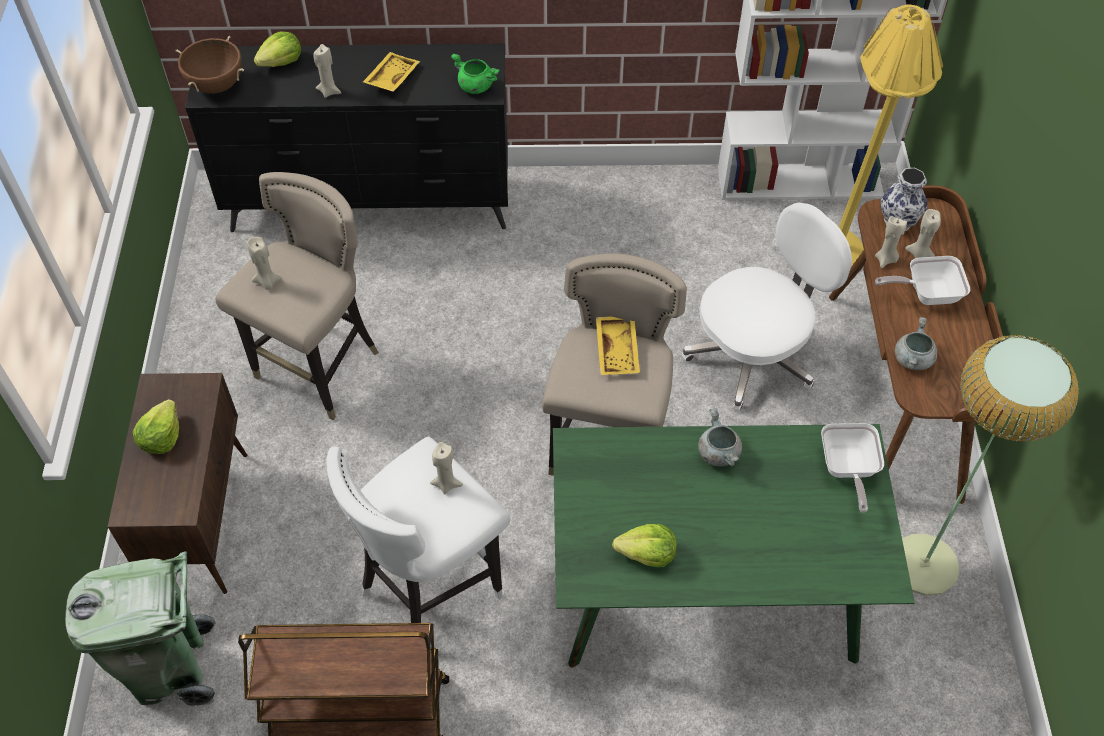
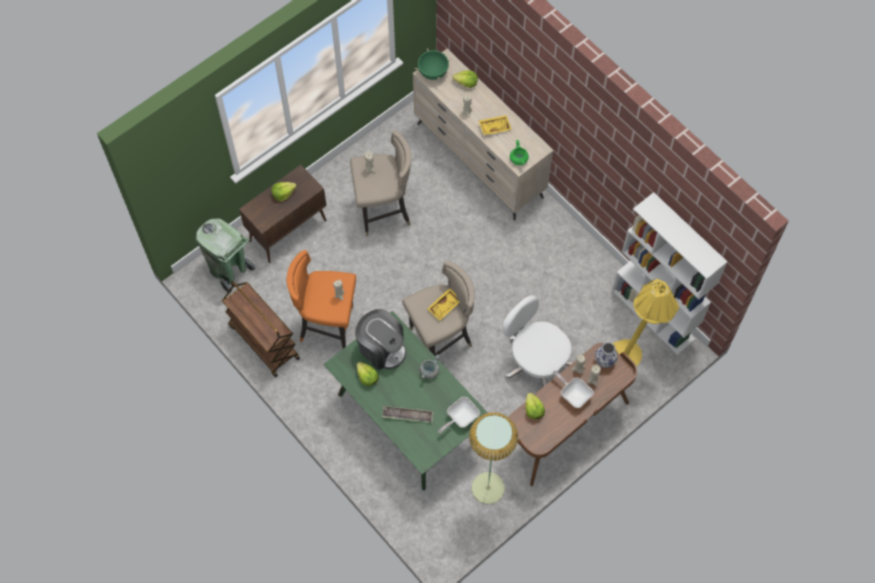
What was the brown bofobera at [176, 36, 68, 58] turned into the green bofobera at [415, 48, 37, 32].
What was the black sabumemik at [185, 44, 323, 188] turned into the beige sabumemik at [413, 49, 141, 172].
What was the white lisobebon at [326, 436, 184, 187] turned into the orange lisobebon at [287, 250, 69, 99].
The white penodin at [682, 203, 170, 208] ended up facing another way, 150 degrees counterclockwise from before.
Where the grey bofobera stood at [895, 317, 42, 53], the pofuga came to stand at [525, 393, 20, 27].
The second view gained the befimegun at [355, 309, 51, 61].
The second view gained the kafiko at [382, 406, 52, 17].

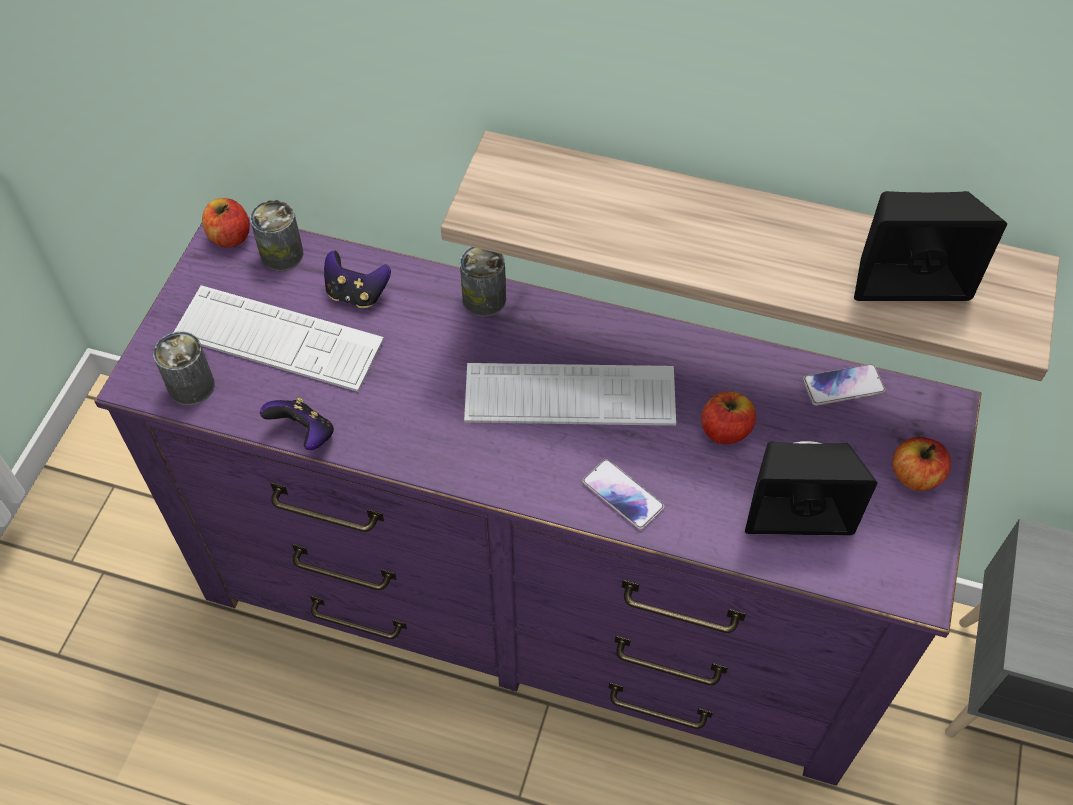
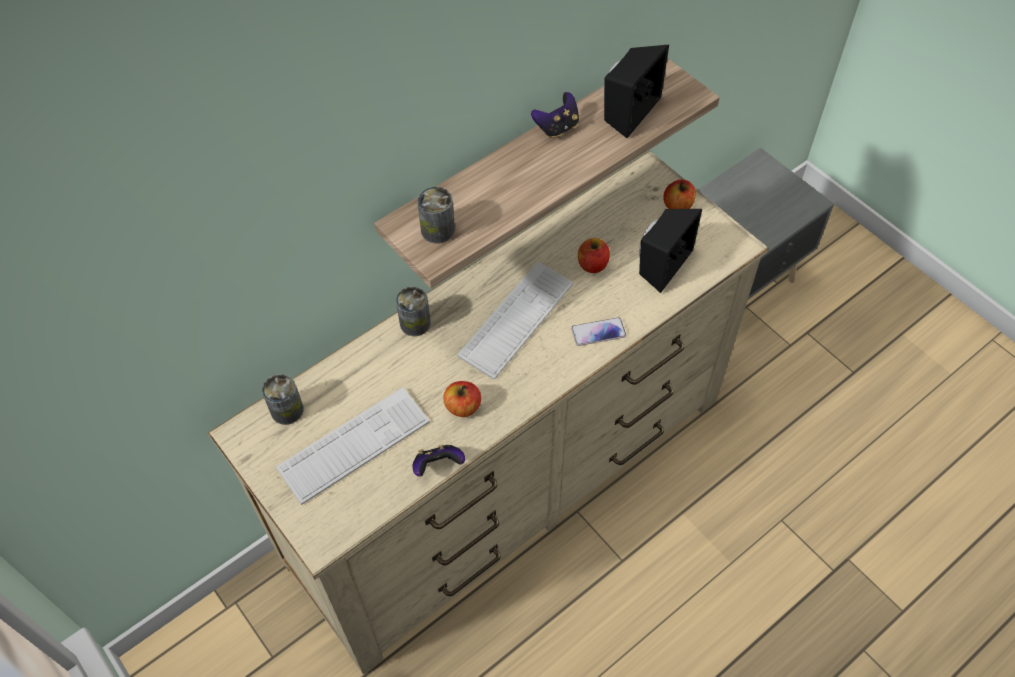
What was the purple sabumemik at [94, 217, 887, 569] turned into the beige sabumemik at [208, 151, 561, 524].
The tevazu ended up elsewhere, having gone from [153, 331, 62, 75] to [417, 187, 38, 57].
The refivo ended up elsewhere, having gone from [202, 198, 48, 50] to [443, 381, 38, 36].
The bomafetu ended up elsewhere, having gone from [324, 250, 67, 58] to [531, 92, 48, 46].
The second view lost the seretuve at [803, 364, 82, 42].

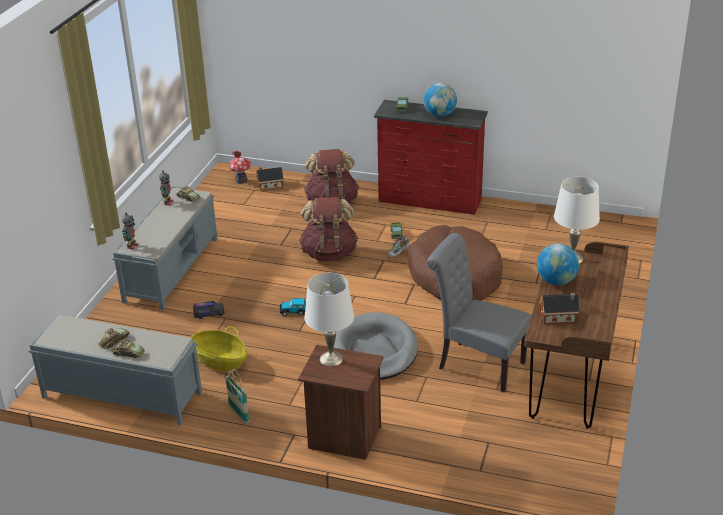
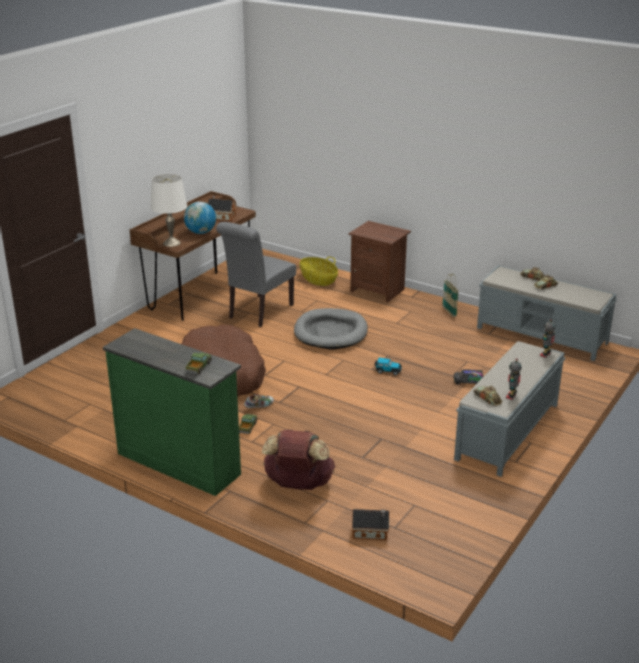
The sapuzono ended up elsewhere, having gone from [191, 327, 56, 44] to [299, 257, 39, 29].
The second view lost the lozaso at [229, 150, 22, 34].
The second view lost the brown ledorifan at [299, 197, 59, 64].
The second view lost the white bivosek at [304, 273, 50, 93].
What was the red sabumemik at [374, 100, 114, 115] turned into the green sabumemik at [103, 328, 138, 168].
The second view lost the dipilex at [423, 83, 34, 34].
The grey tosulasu at [427, 233, 104, 160] ended up facing another way, 75 degrees clockwise from before.

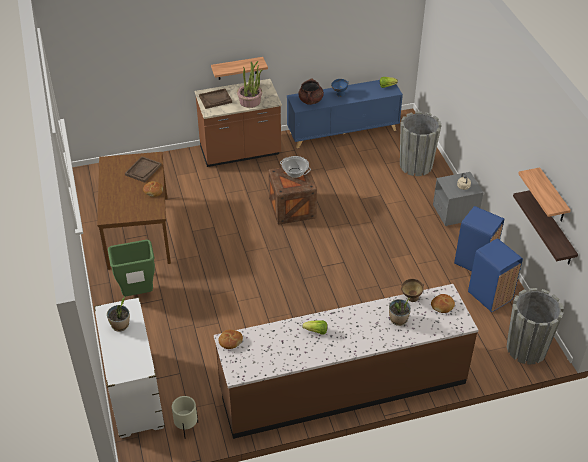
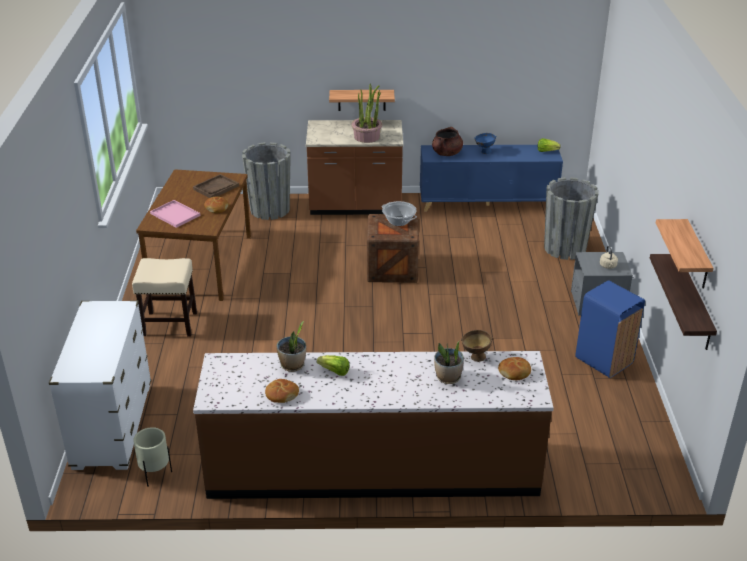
The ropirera ended up elsewhere, having gone from [107, 296, 23, 36] to [277, 321, 29, 51].
Where the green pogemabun stood at [108, 240, 47, 56], the beige lisobebon came to stand at [132, 258, 65, 79].
The second view lost the brown kafiko at [199, 88, 33, 21].
The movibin ended up elsewhere, having gone from [219, 330, 24, 19] to [265, 379, 34, 24].
The second view lost the blue pogemabun at [468, 238, 55, 74].
The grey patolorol ended up elsewhere, having gone from [507, 288, 57, 76] to [242, 142, 49, 78].
The second view gained the pink kafiko at [150, 200, 50, 28].

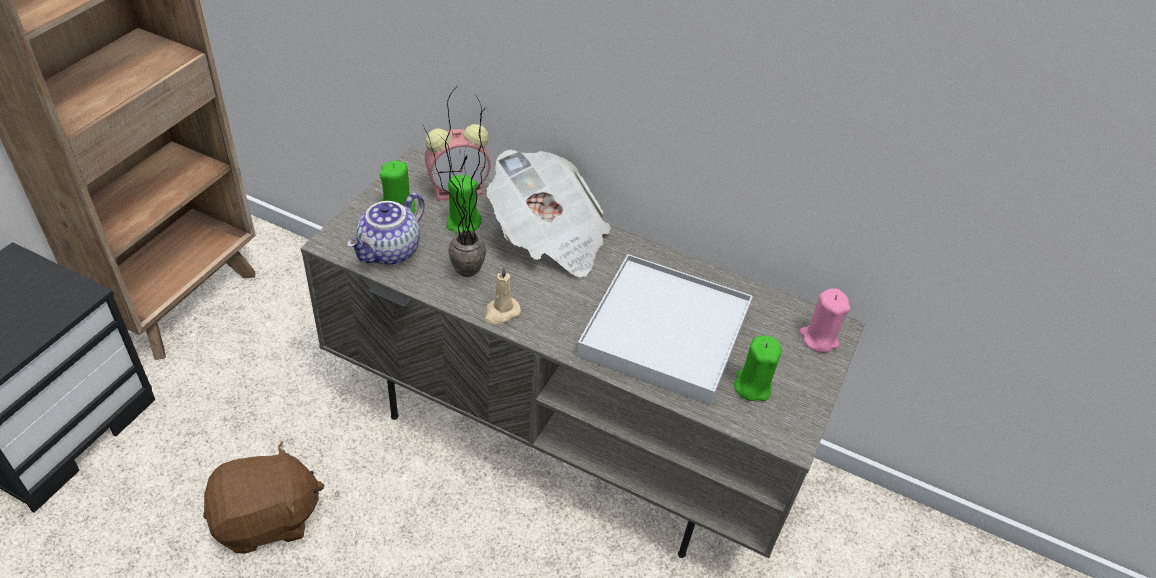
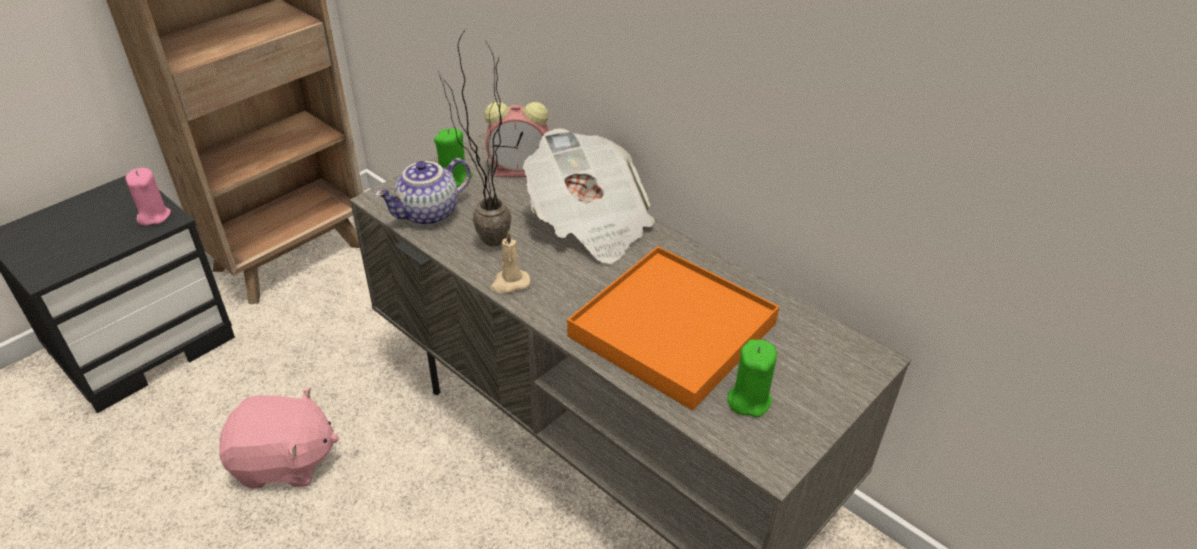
What was the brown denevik at [203, 442, 122, 112] turned into the pink denevik at [219, 387, 120, 102].
The second view lost the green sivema at [446, 175, 36, 59].
What was the white kafiko at [577, 254, 176, 152] turned into the orange kafiko at [567, 246, 212, 165].
The pink sivema ended up elsewhere, having gone from [799, 288, 51, 65] to [125, 168, 46, 58].

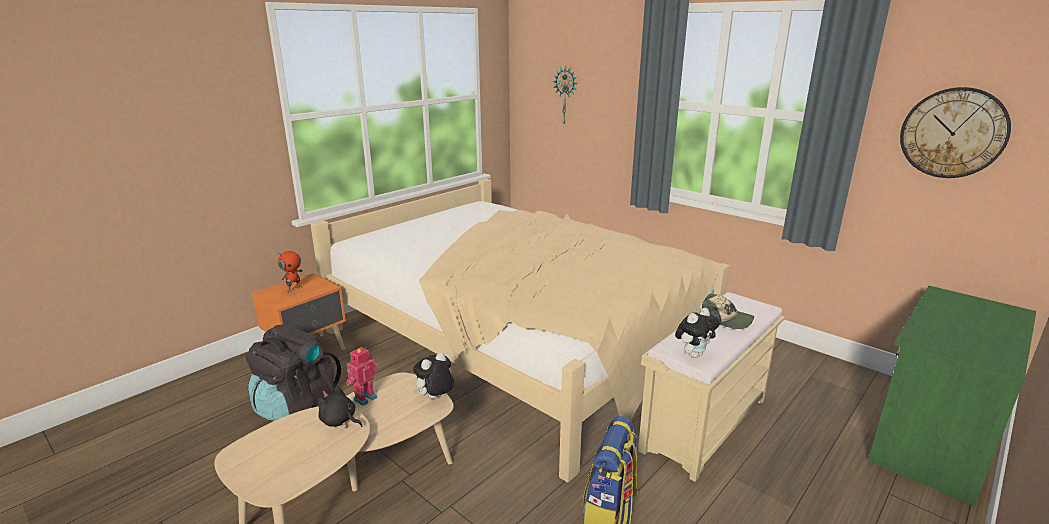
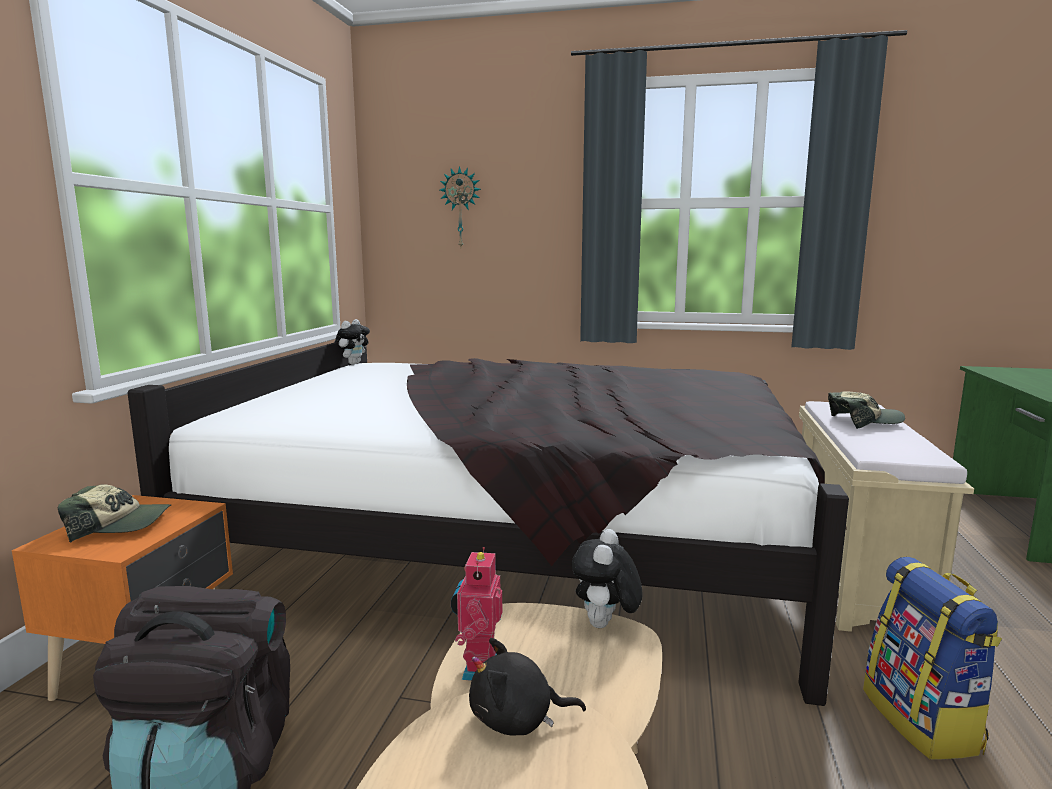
Where the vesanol stood at [276, 251, 27, 42], the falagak came to stand at [58, 484, 113, 59].
What was the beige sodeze at [310, 179, 420, 304] turned into the black sodeze at [127, 342, 722, 364].
The denevik ended up elsewhere, having gone from [675, 308, 45, 50] to [335, 319, 35, 45].
The second view lost the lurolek at [900, 87, 111, 91].

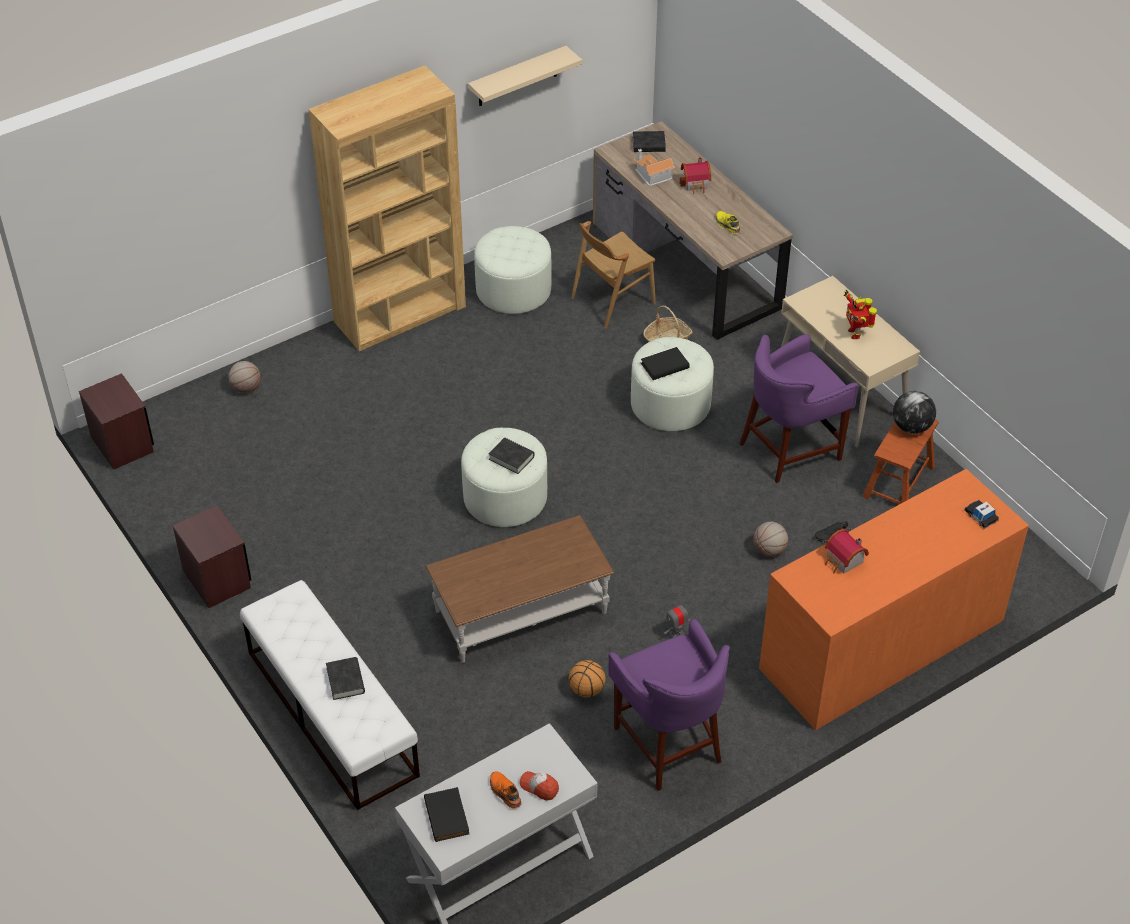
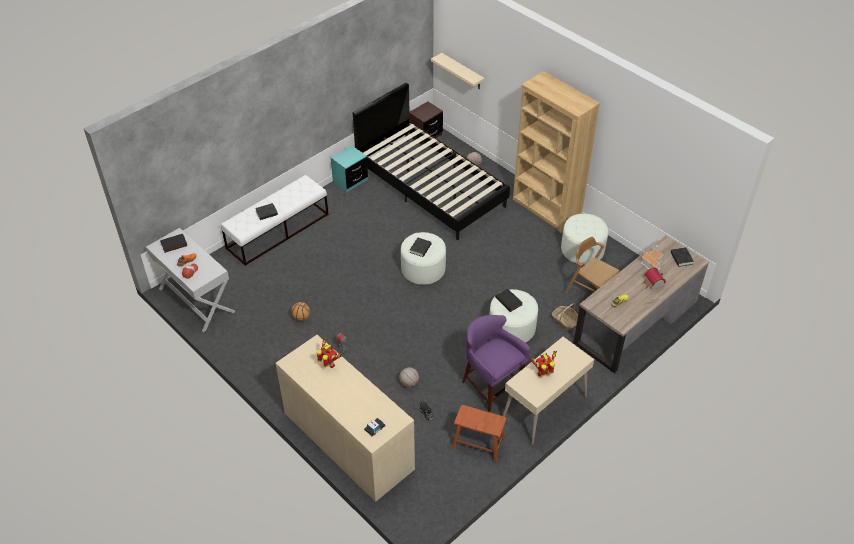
What was the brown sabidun at [173, 505, 78, 103] turned into the turquoise sabidun at [331, 145, 37, 47].
The second view lost the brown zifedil at [426, 515, 189, 148].
The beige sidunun ended up elsewhere, having gone from [468, 46, 114, 60] to [431, 53, 54, 36].
The second view lost the purple lisobebon at [608, 619, 122, 172].
What was the orange sabumemik at [759, 469, 270, 261] turned into the beige sabumemik at [276, 335, 139, 167].
Where the lozaso stood at [825, 529, 44, 45], the vesanol came to stand at [316, 337, 26, 31].
The second view lost the dipilex at [893, 391, 43, 43].
The second view gained the black sodeze at [353, 83, 157, 157].

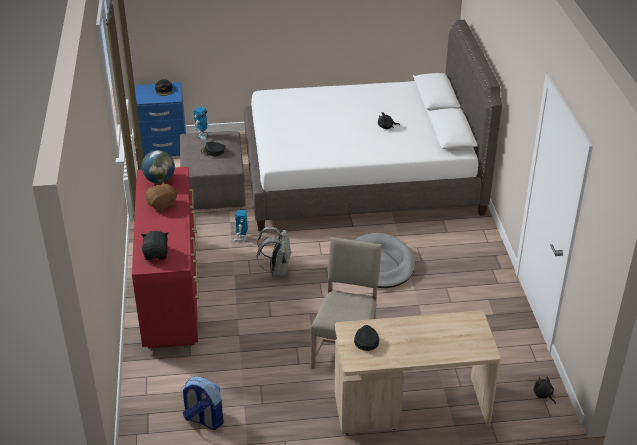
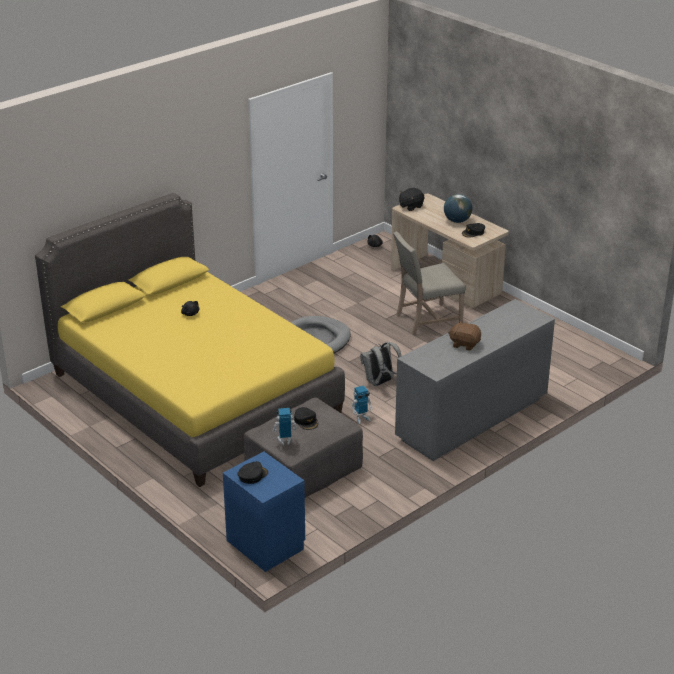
What was the red sabumemik at [132, 167, 67, 182] turned into the grey sabumemik at [395, 299, 160, 162].
The dipilex ended up elsewhere, having gone from [141, 150, 34, 33] to [444, 194, 28, 29].
The black denevik ended up elsewhere, having gone from [141, 231, 28, 29] to [399, 188, 25, 23].
The second view lost the ledorifan at [182, 376, 42, 54].
What was the white sodeze at [244, 20, 258, 211] turned into the yellow sodeze at [35, 193, 310, 294].

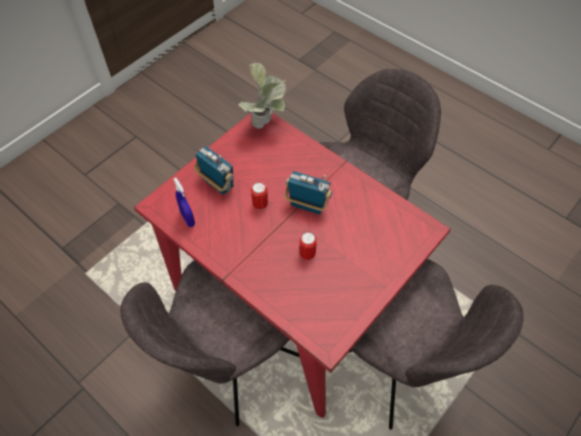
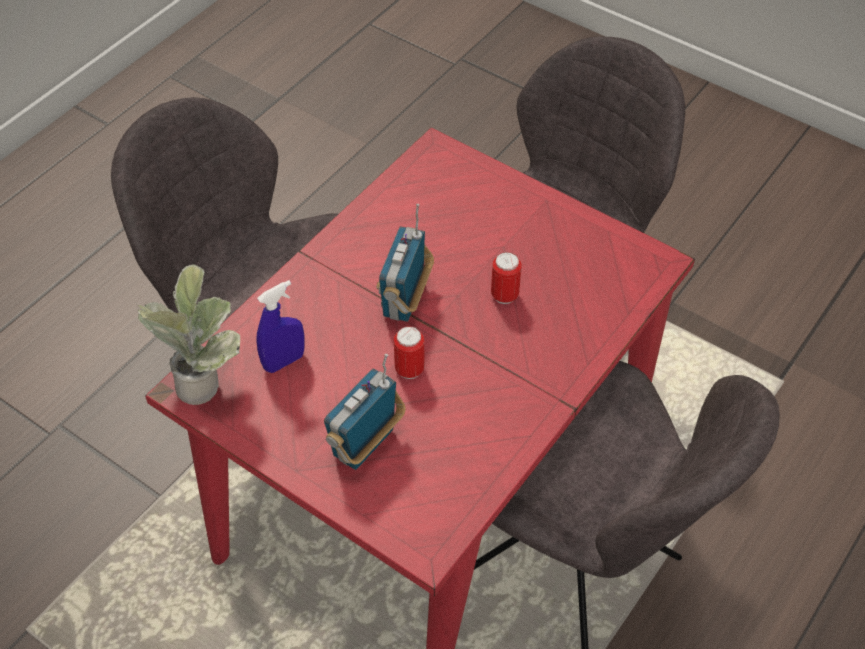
The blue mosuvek ended up elsewhere, having gone from [174, 178, 21, 49] to [256, 280, 48, 93].

